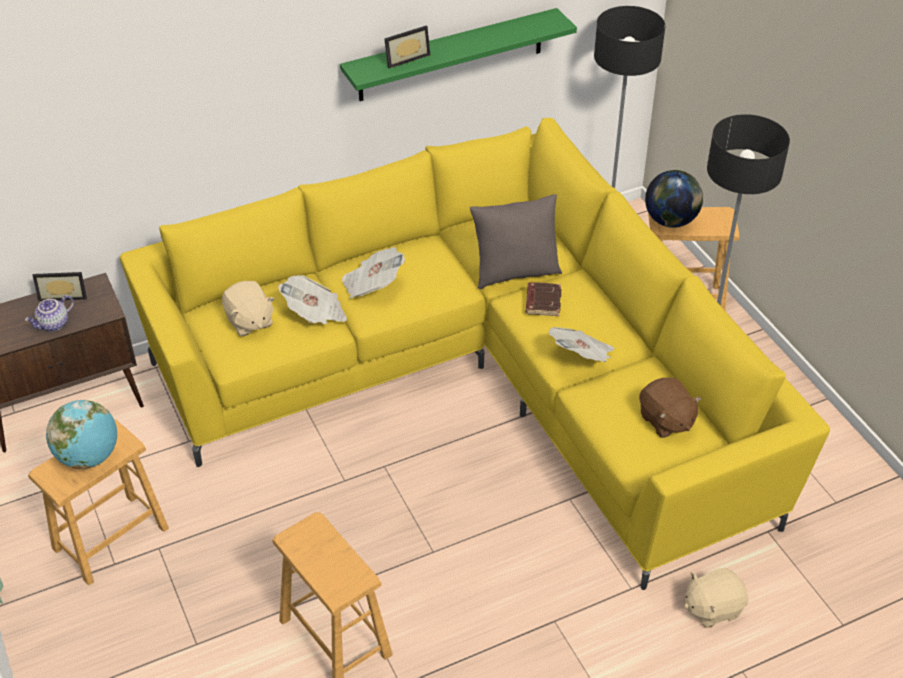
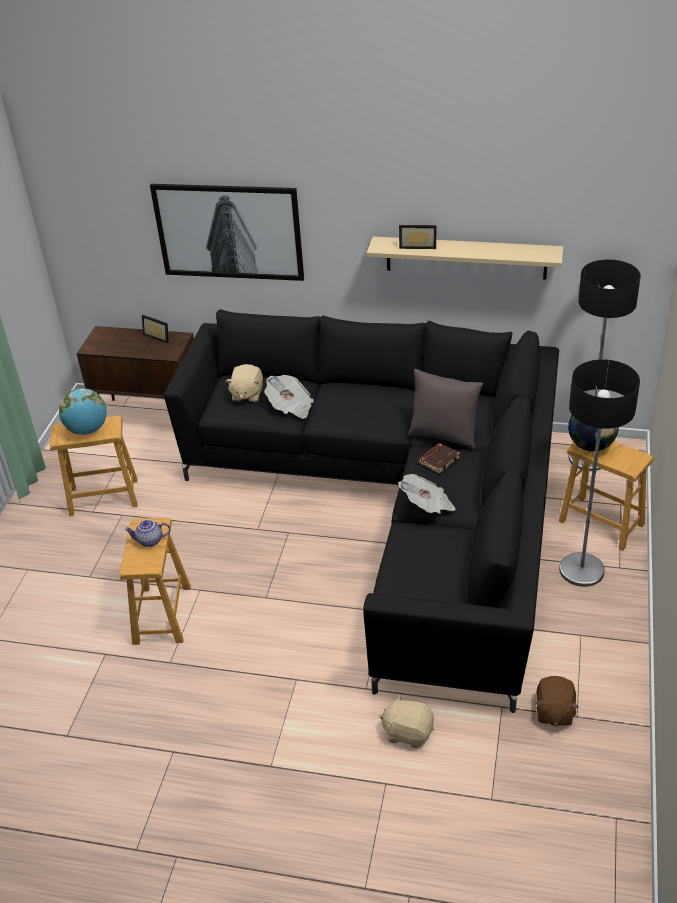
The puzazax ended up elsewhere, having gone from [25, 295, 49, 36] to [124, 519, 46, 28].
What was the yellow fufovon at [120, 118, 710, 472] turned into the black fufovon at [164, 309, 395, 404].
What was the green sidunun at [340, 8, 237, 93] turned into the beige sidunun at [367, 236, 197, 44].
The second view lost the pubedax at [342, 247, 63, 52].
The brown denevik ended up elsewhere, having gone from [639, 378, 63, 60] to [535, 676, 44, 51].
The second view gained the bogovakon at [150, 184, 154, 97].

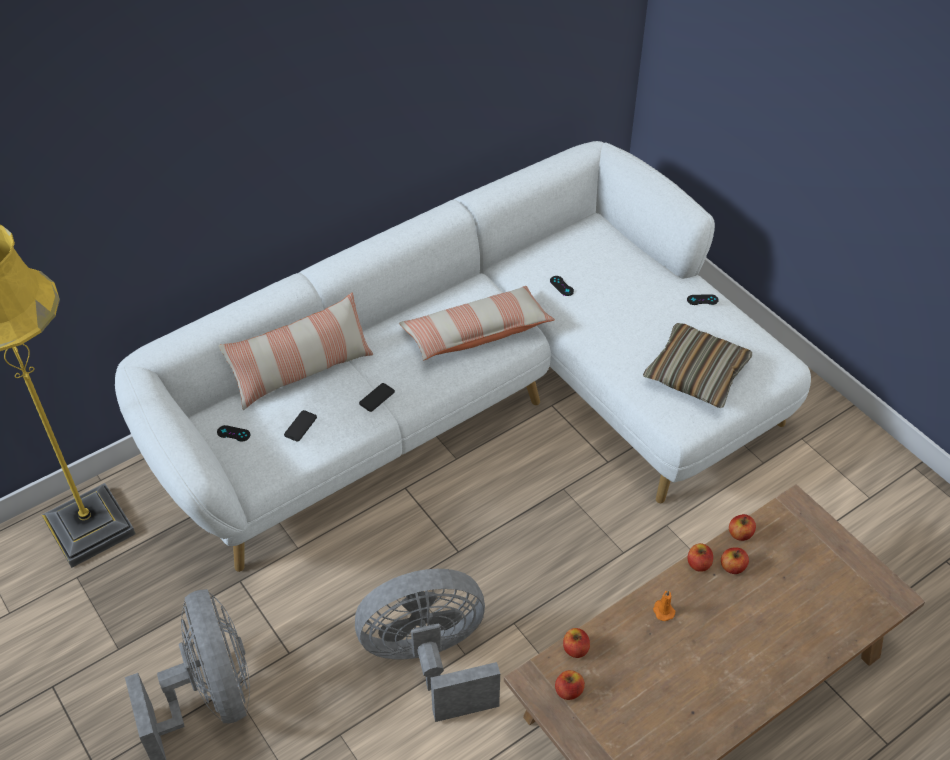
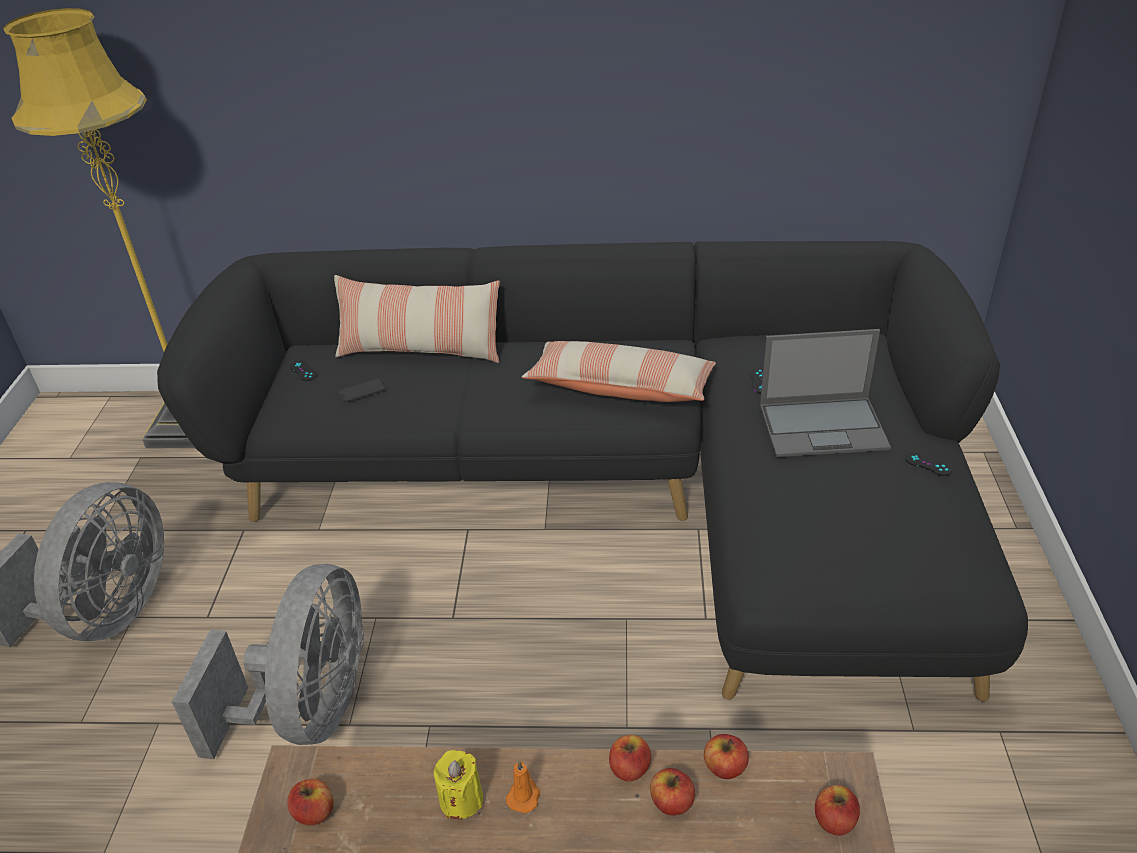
What was the white fufovon at [115, 141, 696, 431] turned into the black fufovon at [157, 241, 871, 461].
The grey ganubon at [355, 569, 145, 153] ended up facing another way, 75 degrees clockwise from before.
The second view lost the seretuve at [359, 383, 36, 29].
The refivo ended up elsewhere, having gone from [563, 628, 27, 30] to [815, 785, 45, 51].
The second view lost the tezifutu at [643, 323, 109, 85].
The second view gained the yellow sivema at [434, 750, 49, 69].
The second view gained the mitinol at [760, 329, 131, 128].

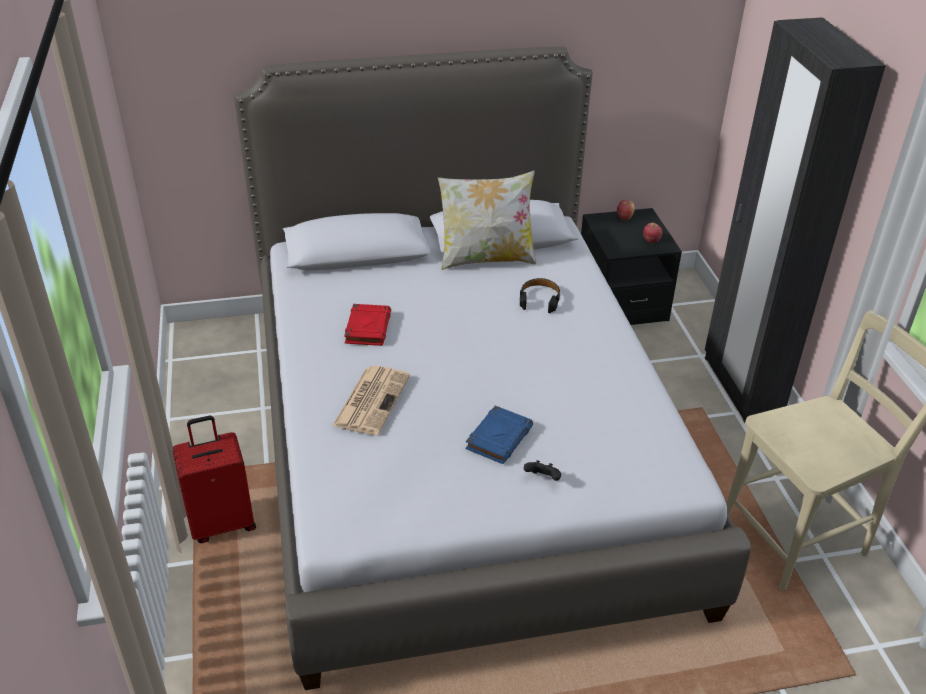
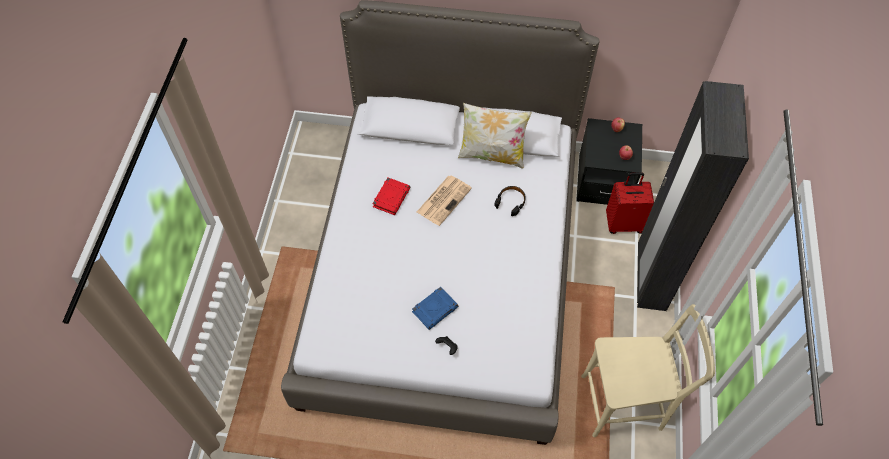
The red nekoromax ended up elsewhere, having gone from [173, 416, 83, 127] to [606, 173, 48, 61].
The pubedax ended up elsewhere, having gone from [332, 365, 78, 70] to [417, 175, 55, 51].

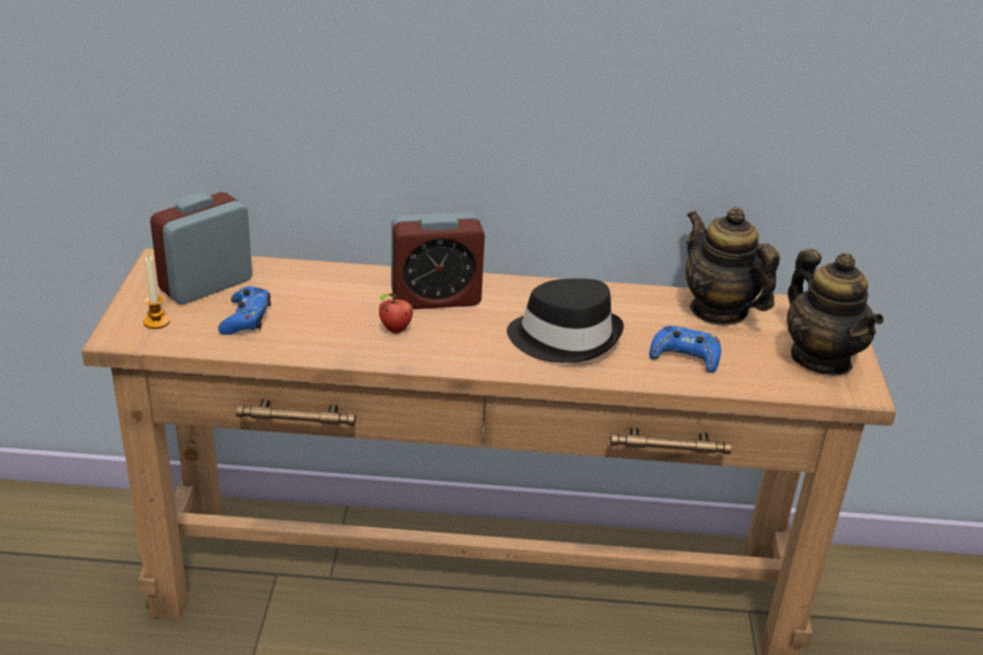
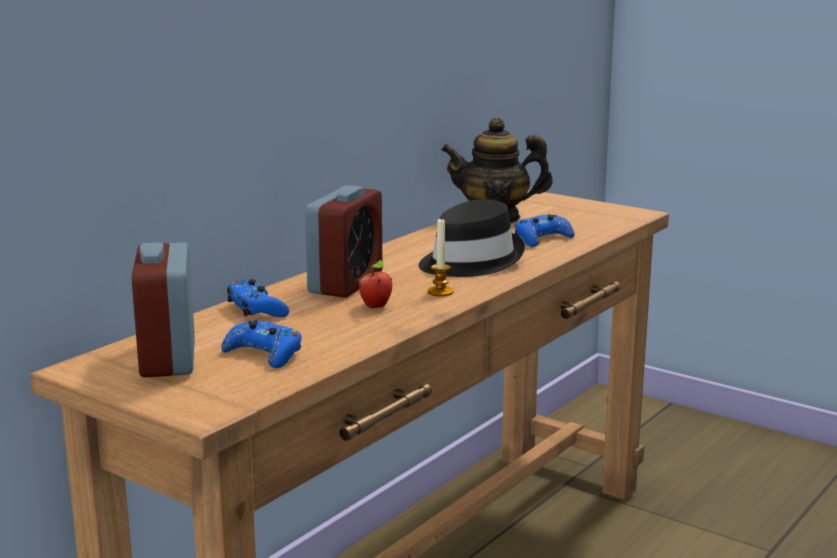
The sivema ended up elsewhere, having gone from [143, 256, 27, 73] to [428, 219, 26, 77].
The second view lost the puzazax at [787, 249, 97, 127].
The second view gained the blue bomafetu at [227, 279, 62, 38].

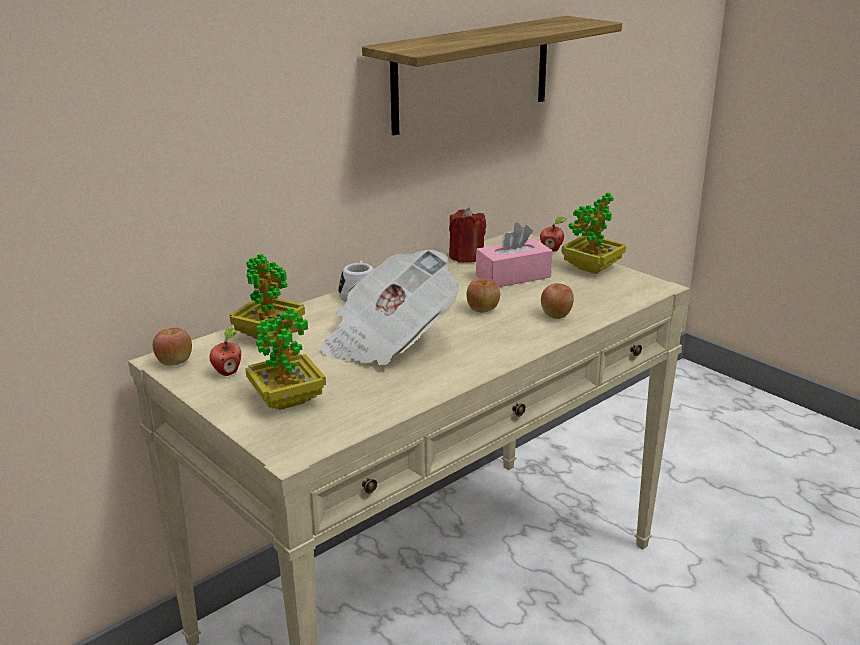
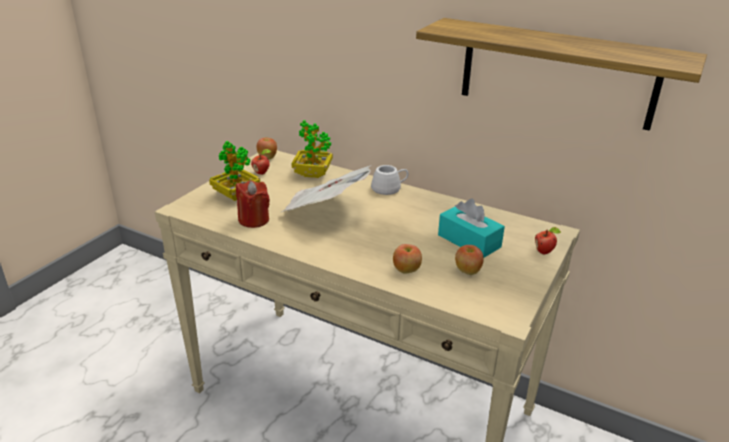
The red sivema ended up elsewhere, having gone from [449, 207, 37, 56] to [236, 180, 34, 48].
The refivo ended up elsewhere, having gone from [467, 278, 33, 35] to [455, 245, 29, 30].
What was the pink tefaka at [476, 223, 77, 64] turned into the turquoise tefaka at [438, 199, 67, 59].
The second view lost the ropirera at [561, 192, 65, 82].

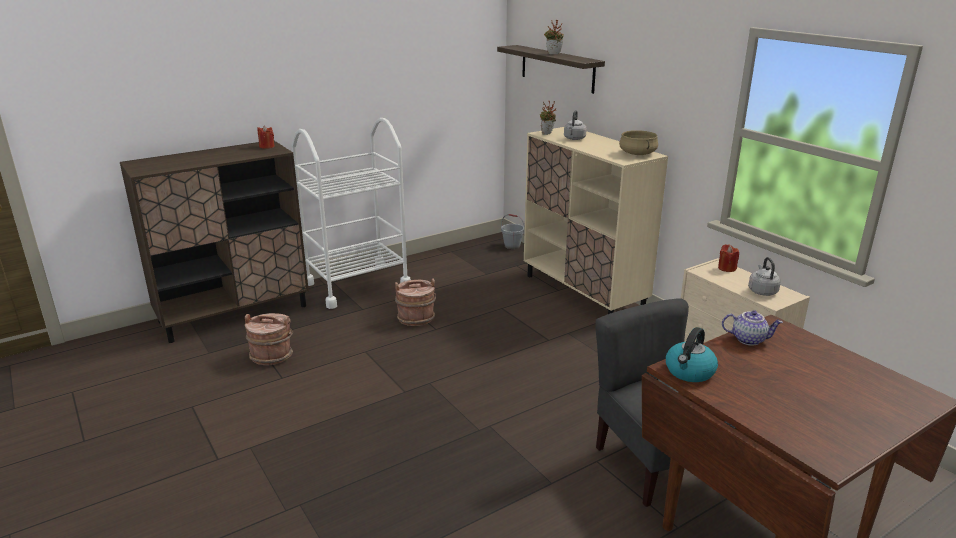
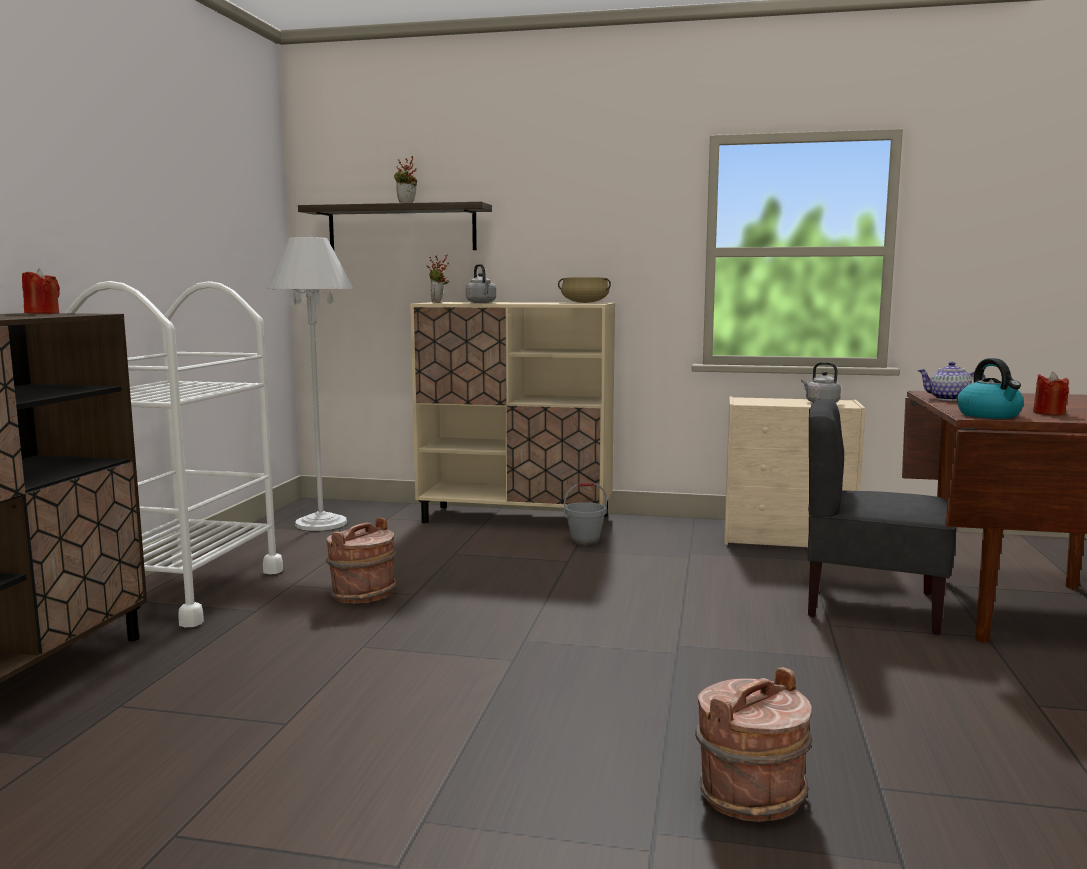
The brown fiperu ended up elsewhere, having gone from [245, 313, 48, 52] to [695, 667, 117, 154].
The grey fiperu ended up elsewhere, having gone from [501, 214, 24, 35] to [564, 482, 43, 63].
The red sivema ended up elsewhere, having gone from [718, 244, 21, 28] to [1033, 372, 36, 44].
The puzazax at [722, 310, 61, 36] ended up facing another way, 120 degrees counterclockwise from before.
The second view gained the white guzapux at [267, 237, 87, 294].

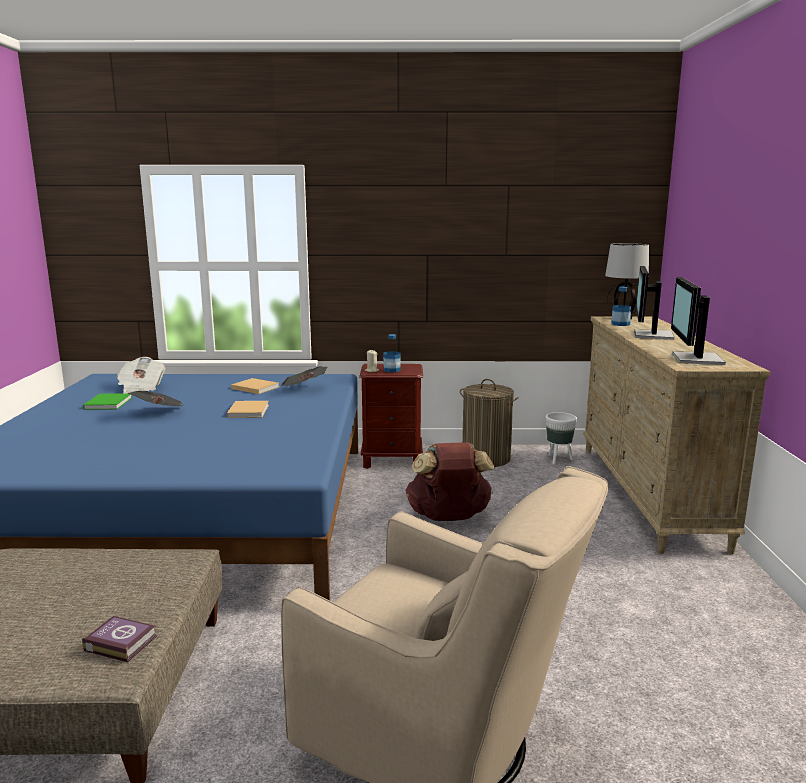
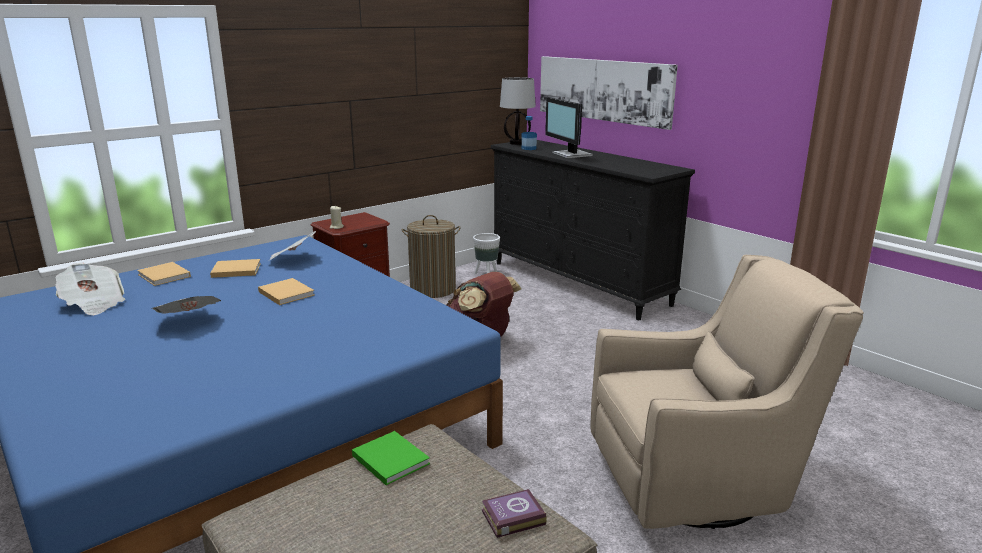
The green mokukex ended up elsewhere, having gone from [83, 394, 49, 16] to [352, 431, 78, 54].
The second view lost the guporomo at [383, 334, 18, 38].
What was the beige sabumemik at [583, 317, 187, 237] turned into the black sabumemik at [491, 140, 204, 180].
The second view lost the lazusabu at [671, 277, 55, 88].
The second view gained the beige mokukex at [137, 262, 54, 24].
The second view gained the bogovakon at [540, 56, 138, 74].

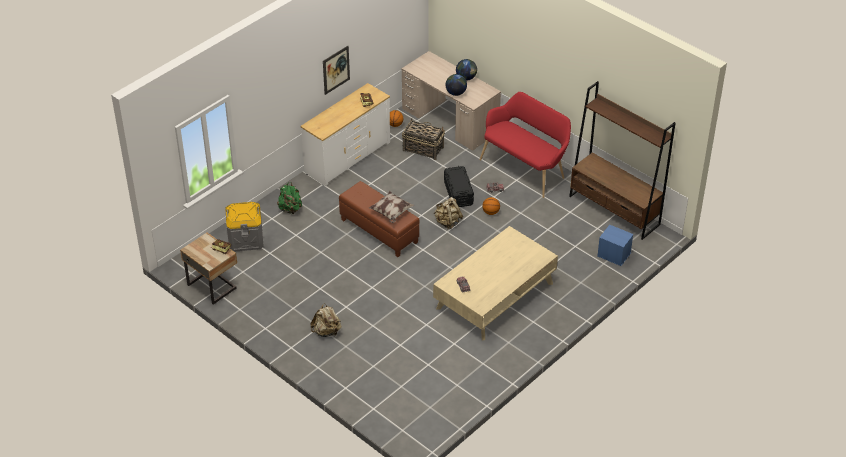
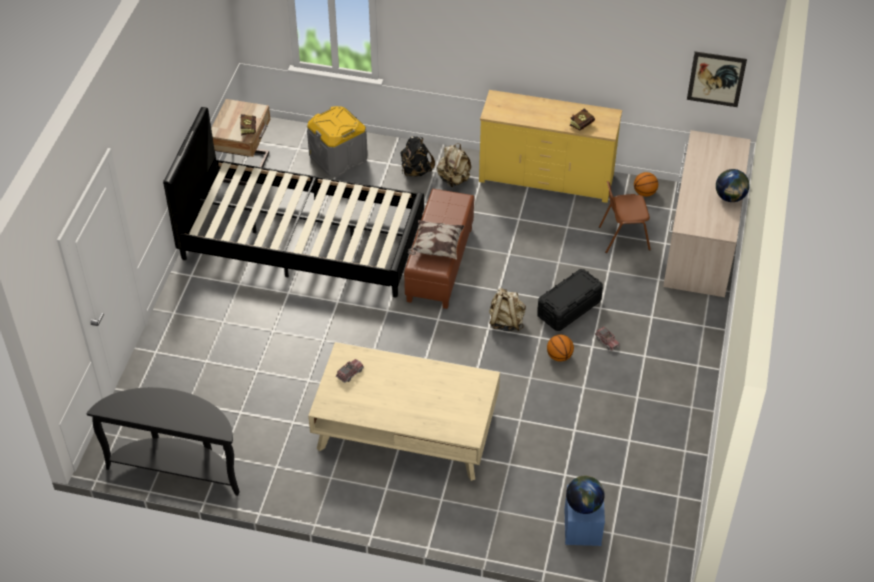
What was the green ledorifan at [277, 182, 25, 32] turned into the black ledorifan at [400, 136, 35, 41].
What was the white sabumemik at [300, 83, 90, 103] turned into the yellow sabumemik at [479, 90, 143, 113].
The beige ledorifan ended up elsewhere, having gone from [310, 303, 31, 34] to [437, 143, 34, 44].
The bogovakon ended up elsewhere, having gone from [323, 46, 27, 49] to [687, 51, 60, 56].
Where the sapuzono stood at [402, 118, 43, 42], the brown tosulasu came to stand at [599, 181, 52, 72].
The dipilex ended up elsewhere, having gone from [445, 74, 22, 22] to [566, 476, 39, 38].
The second view lost the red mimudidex at [480, 92, 91, 106].
The second view lost the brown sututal at [569, 81, 107, 159].
The second view gained the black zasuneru at [87, 387, 153, 109].
The second view gained the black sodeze at [163, 107, 261, 190].

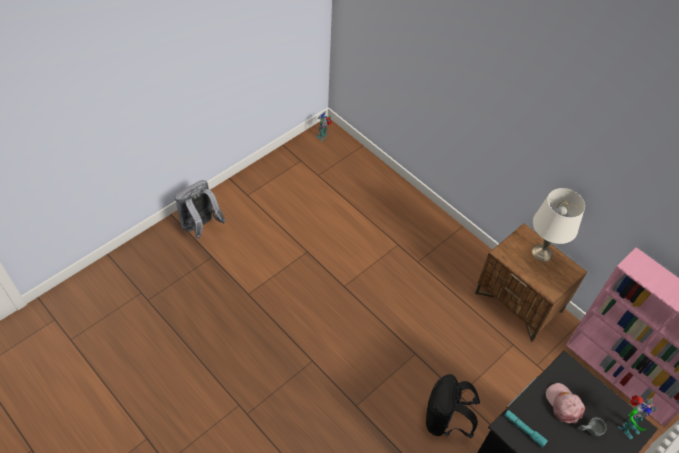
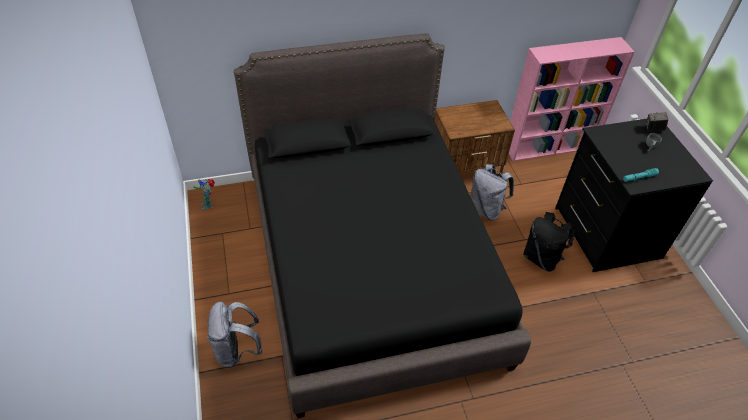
The second view lost the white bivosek at [532, 188, 53, 74].
The second view lost the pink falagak at [546, 383, 39, 41].
Where the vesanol stood at [618, 395, 40, 44], the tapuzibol came to stand at [646, 113, 22, 18].
The second view gained the black sodeze at [234, 33, 297, 385].
The second view gained the grey ledorifan at [471, 164, 43, 57].

